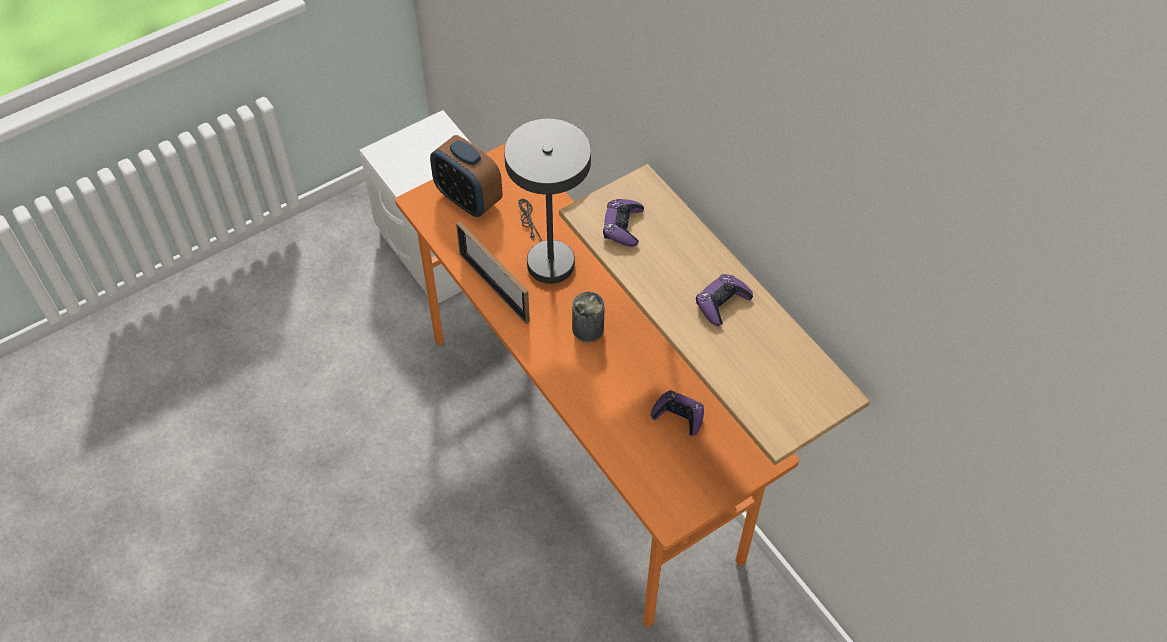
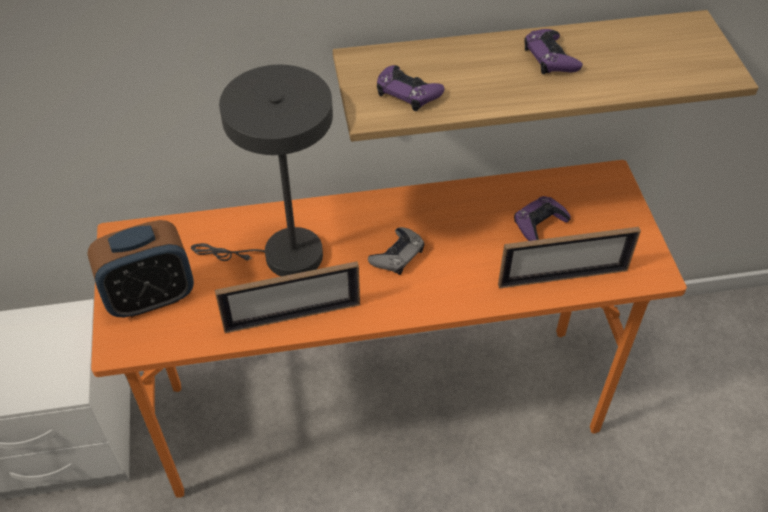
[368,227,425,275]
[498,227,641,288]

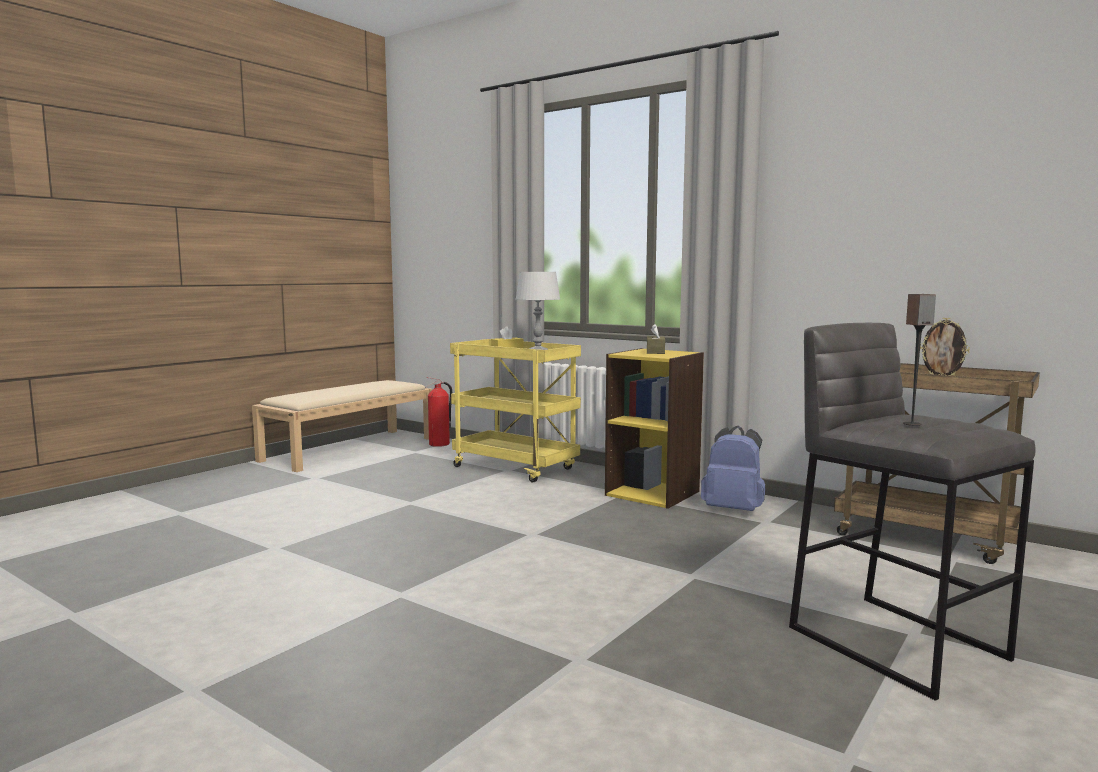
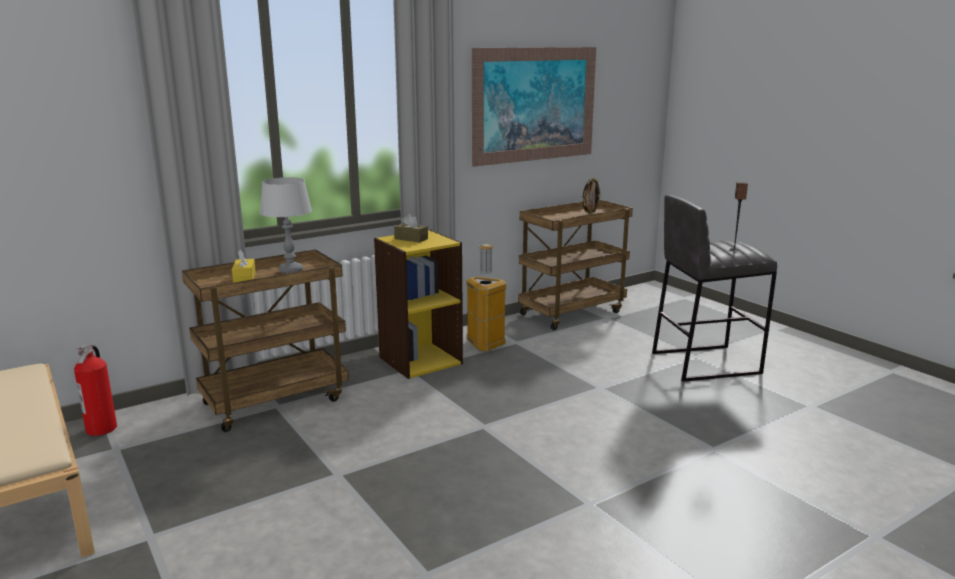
[182,250,349,432]
[466,244,506,352]
[472,47,596,167]

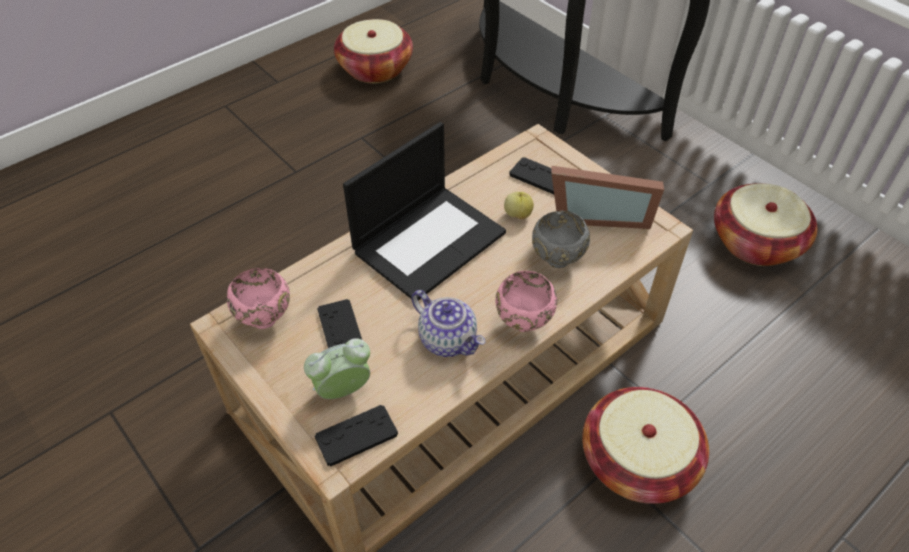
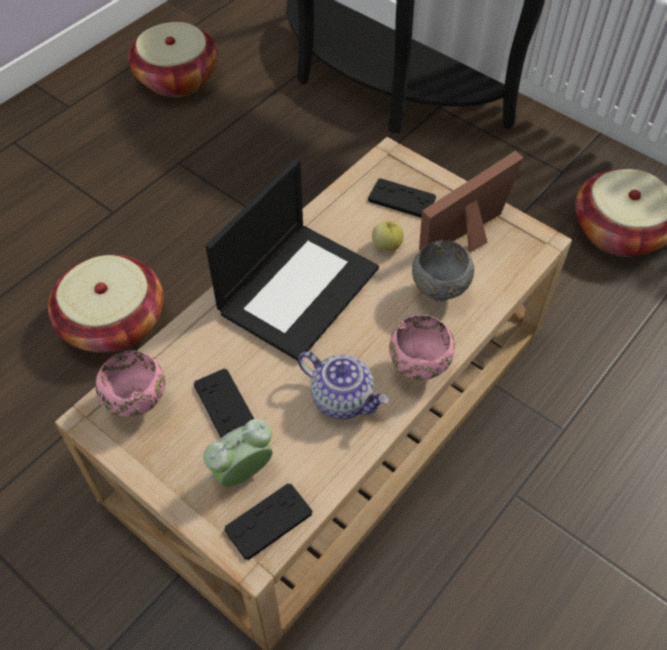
[419,151,524,252]
[48,255,164,353]

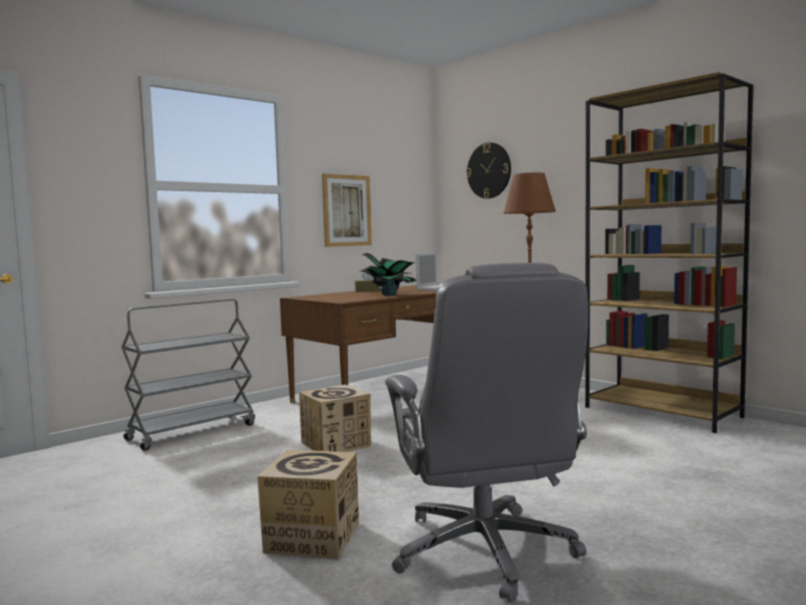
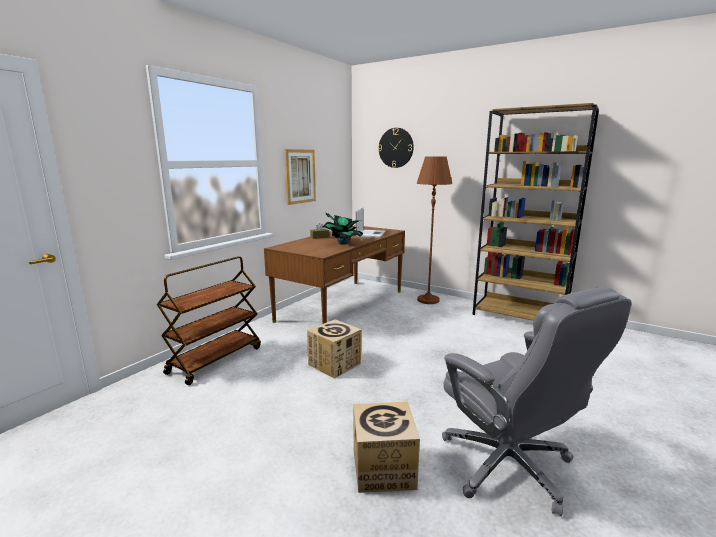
[157,256,261,385]

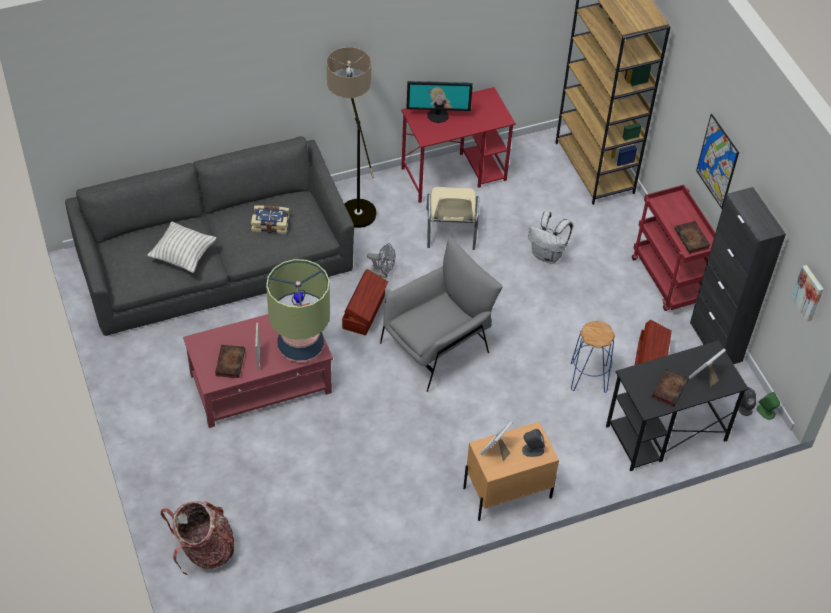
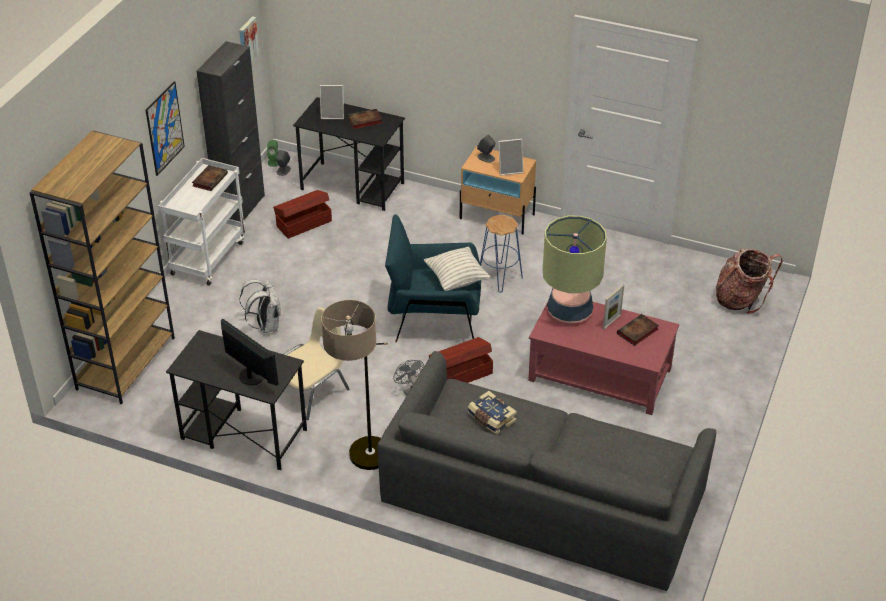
[166,330,307,470]
[158,158,246,286]
[424,247,491,291]
[385,215,481,343]
[480,215,523,293]

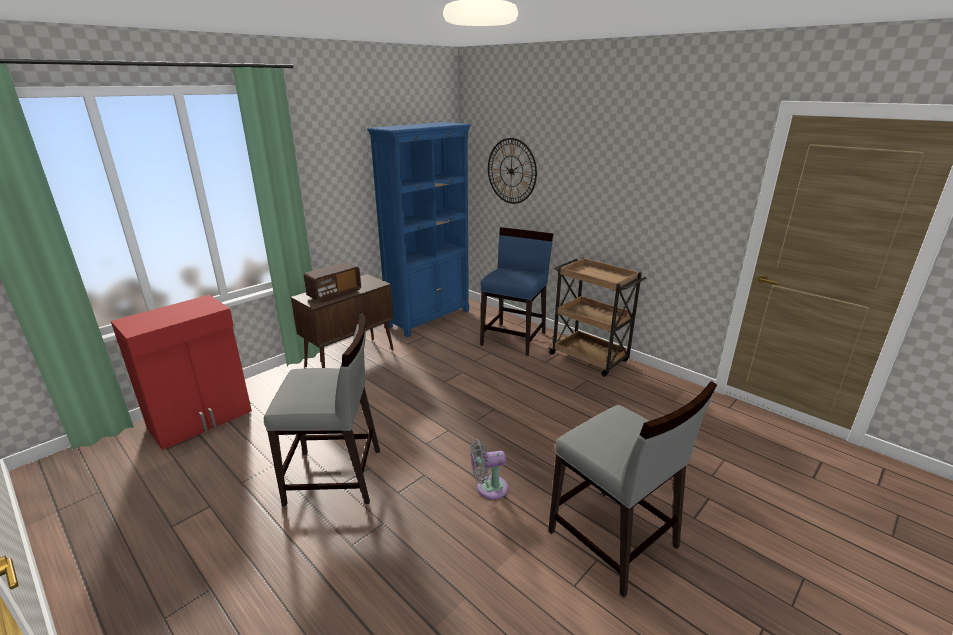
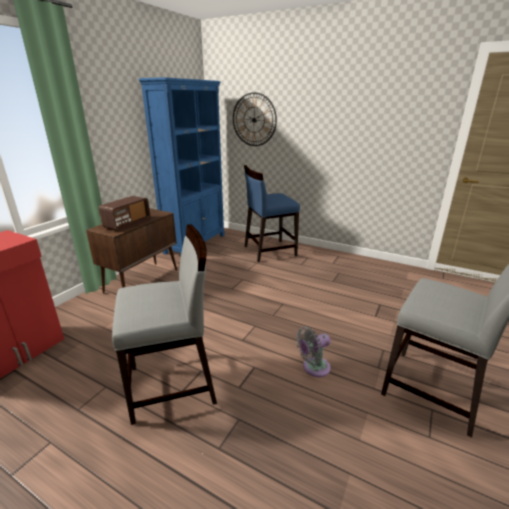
[244,165,300,262]
[548,257,646,377] (first image)

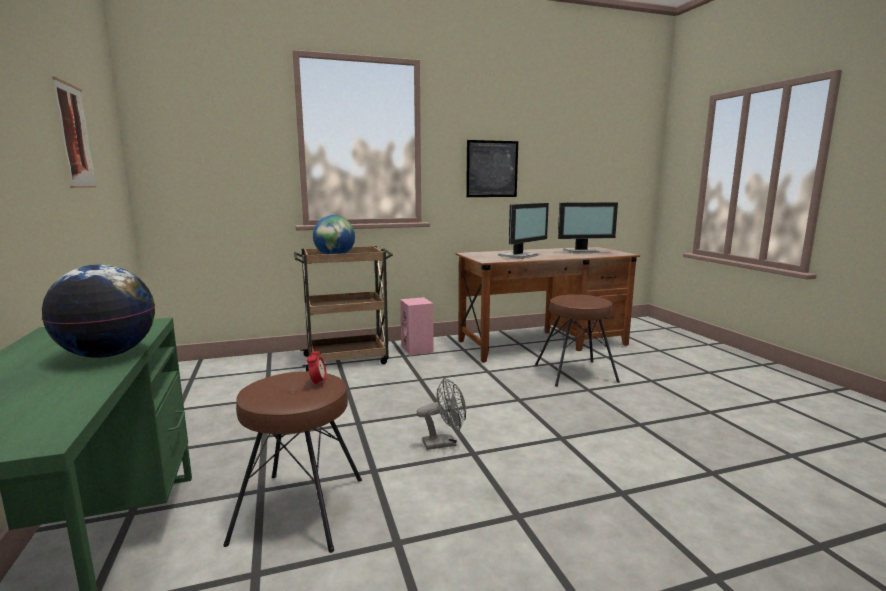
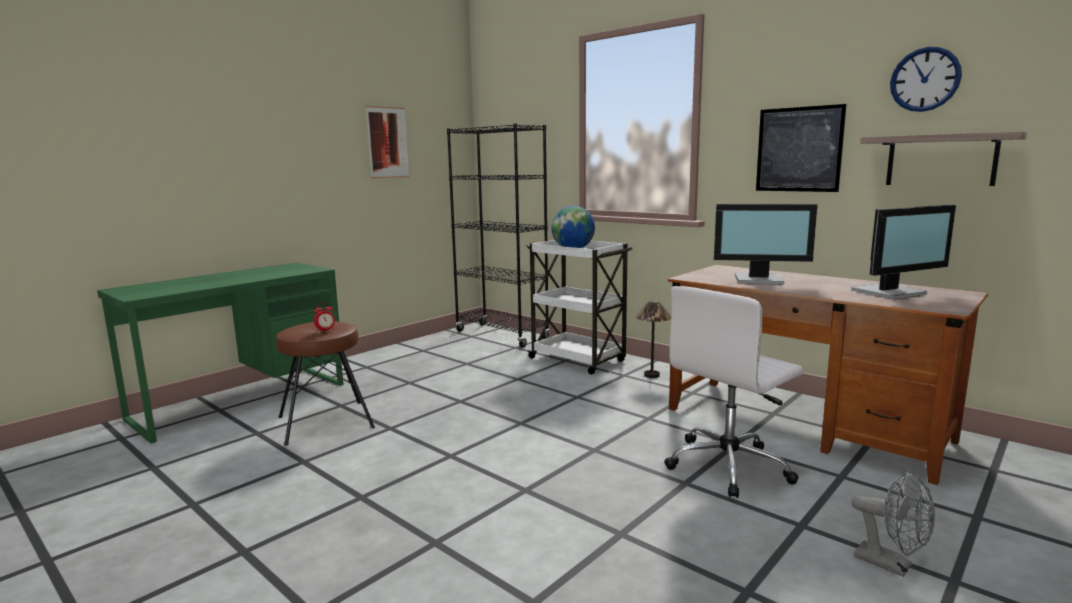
[851,205,956,299]
[526,240,632,375]
[42,264,155,358] (first image)
[664,286,803,498]
[636,300,671,378]
[852,471,935,577]
[890,47,962,112]
[447,124,550,348]
[860,131,1027,186]

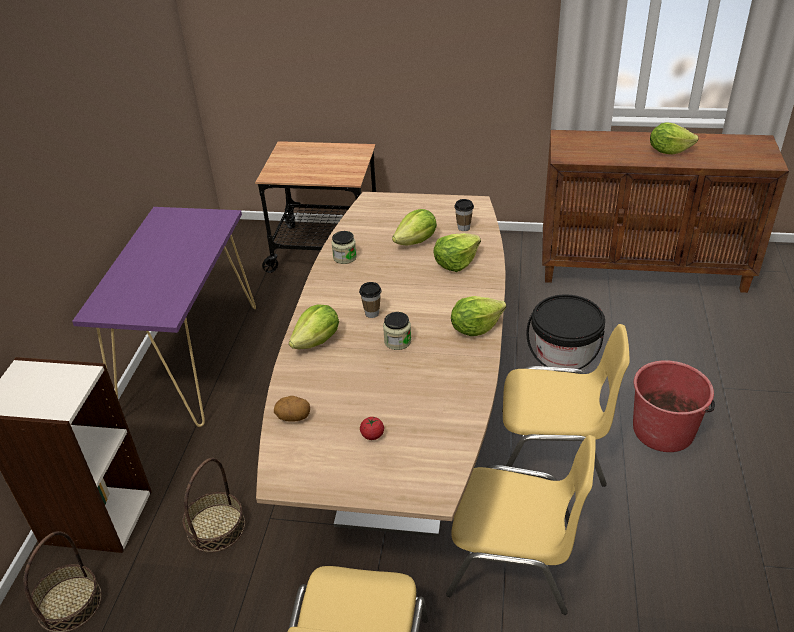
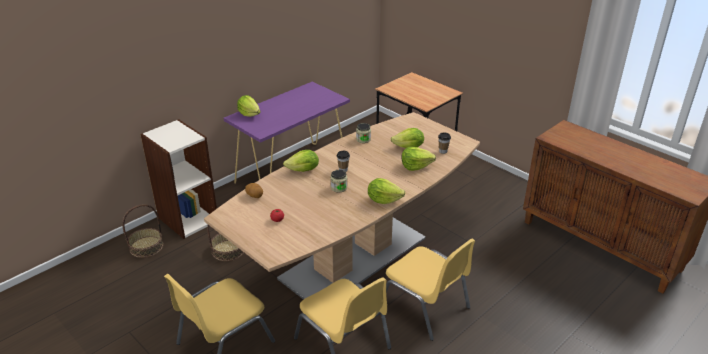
[237,95,261,117]
[527,294,605,371] (first image)
[633,360,715,452] (first image)

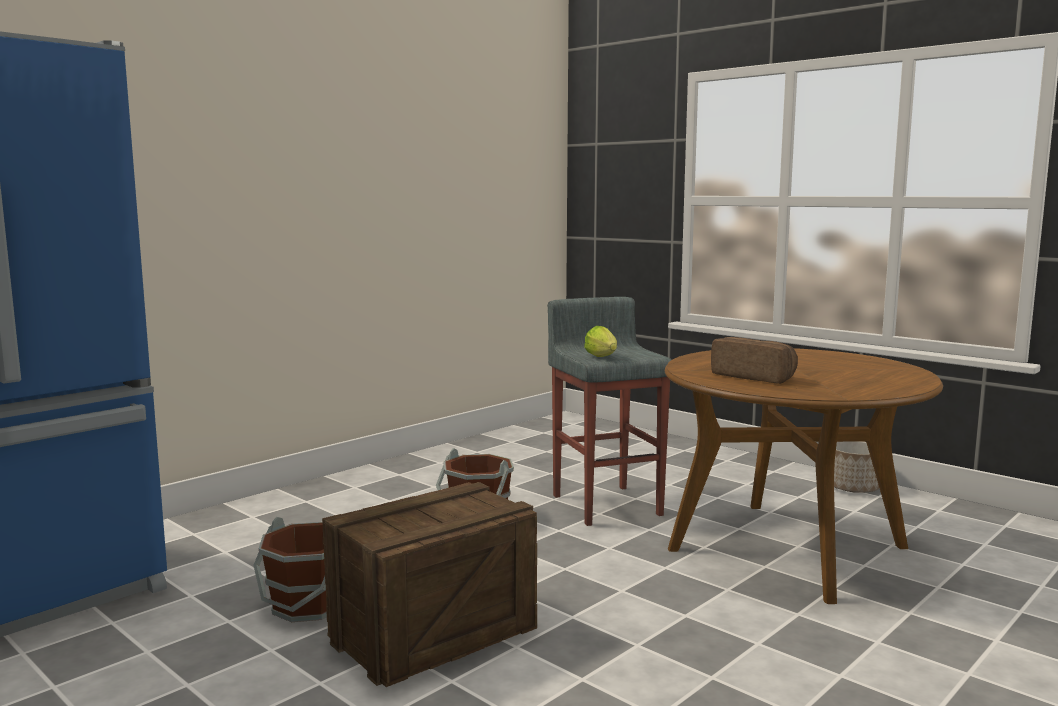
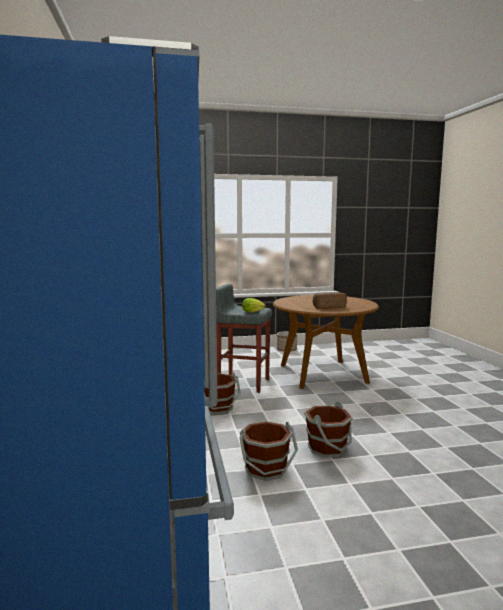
[304,401,353,458]

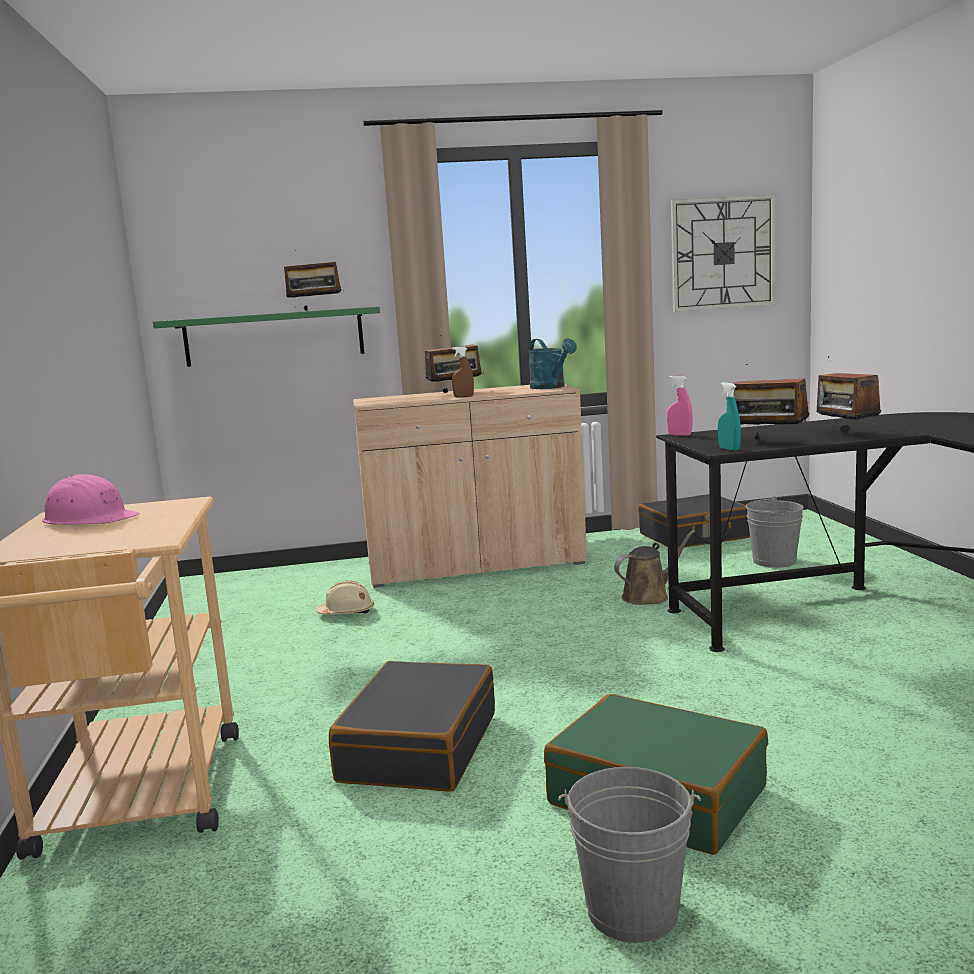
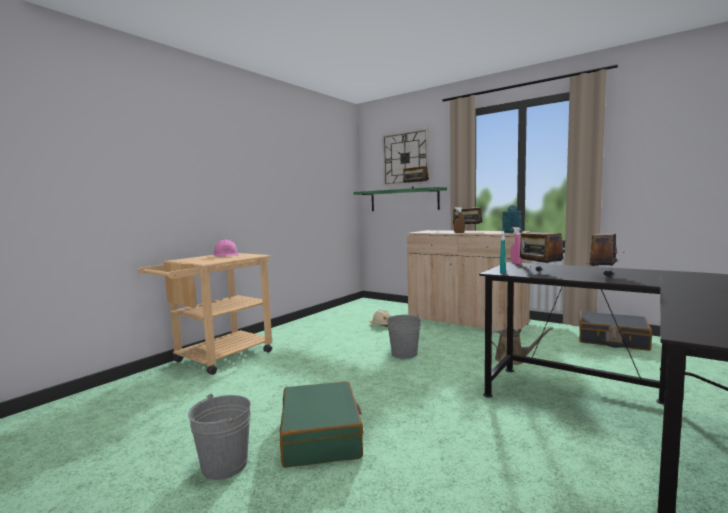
[382,128,429,186]
[386,315,421,359]
[329,661,495,792] (first image)

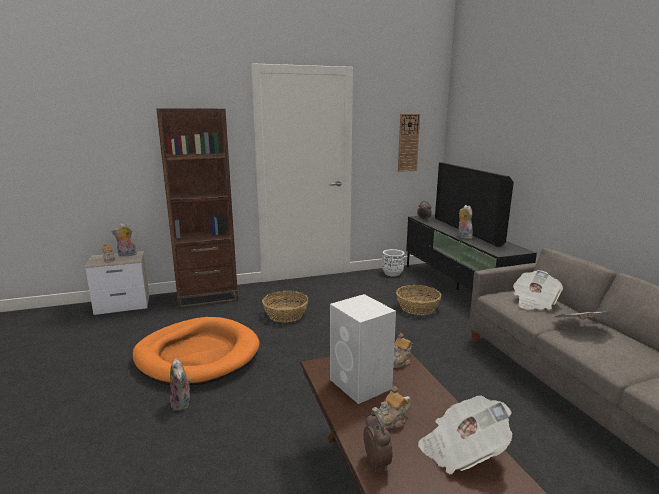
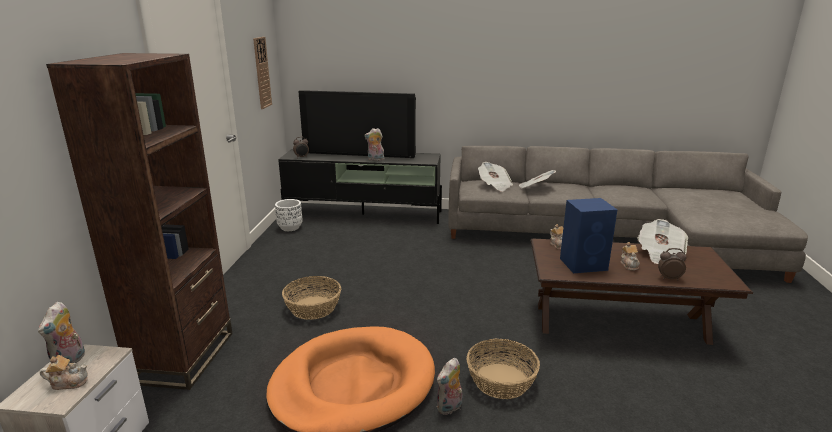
[466,338,540,399]
[560,198,617,273]
[437,358,463,415]

